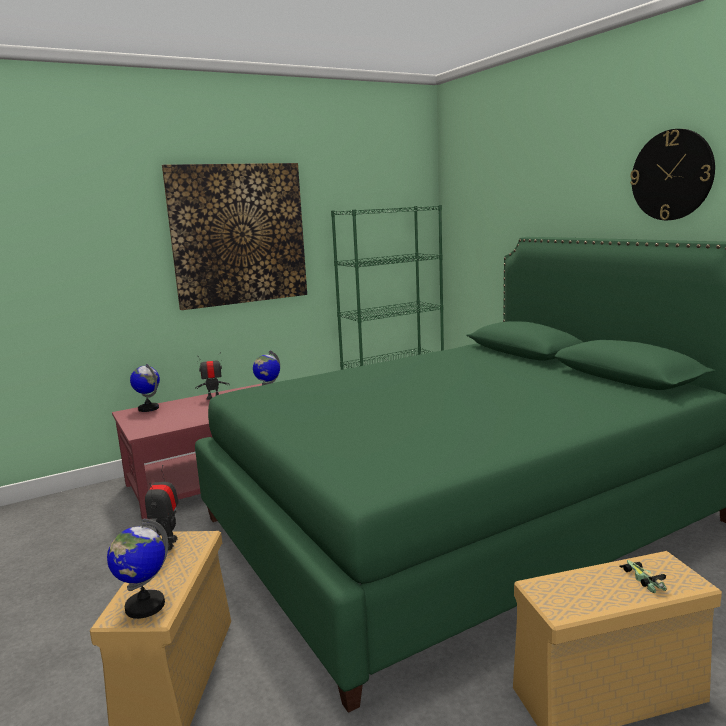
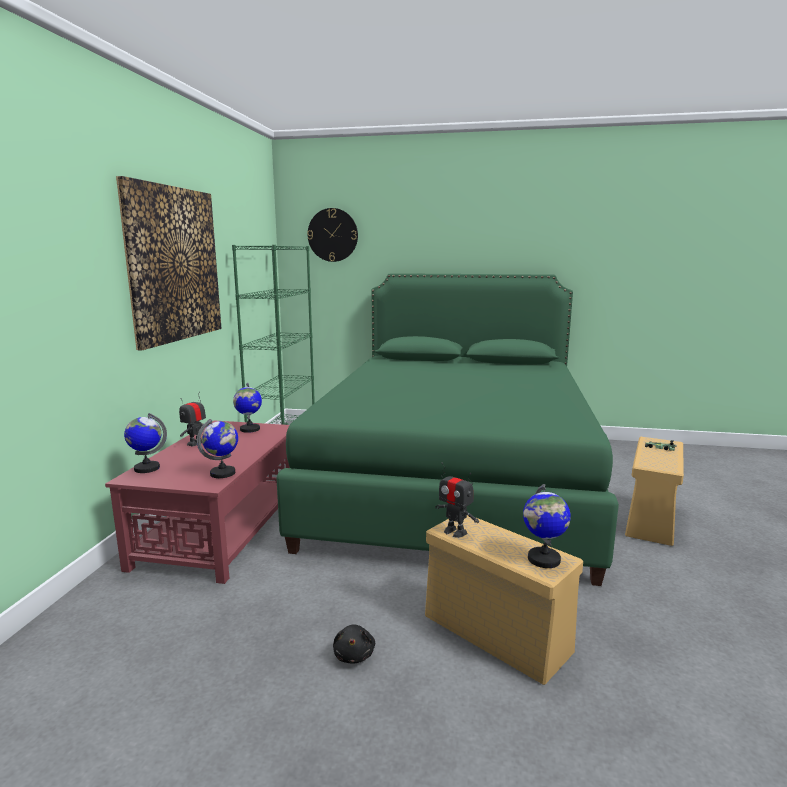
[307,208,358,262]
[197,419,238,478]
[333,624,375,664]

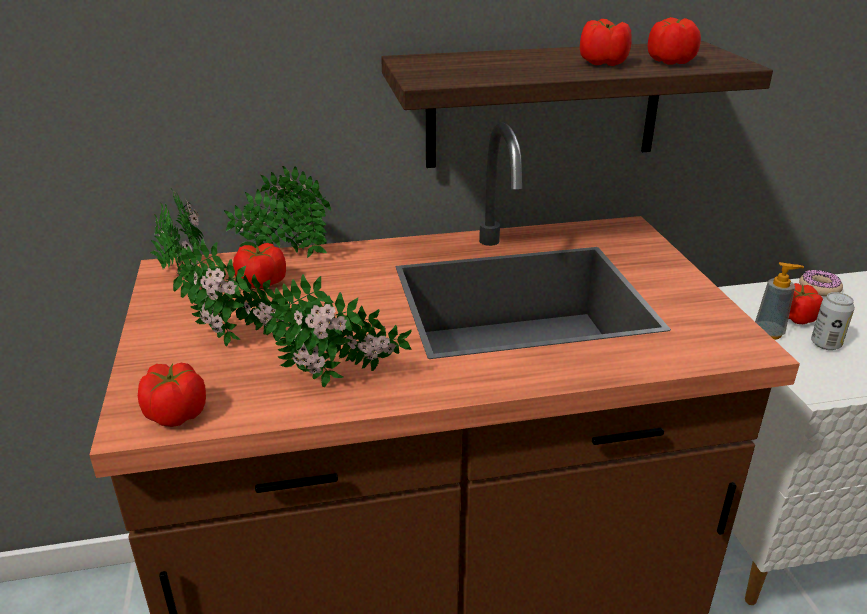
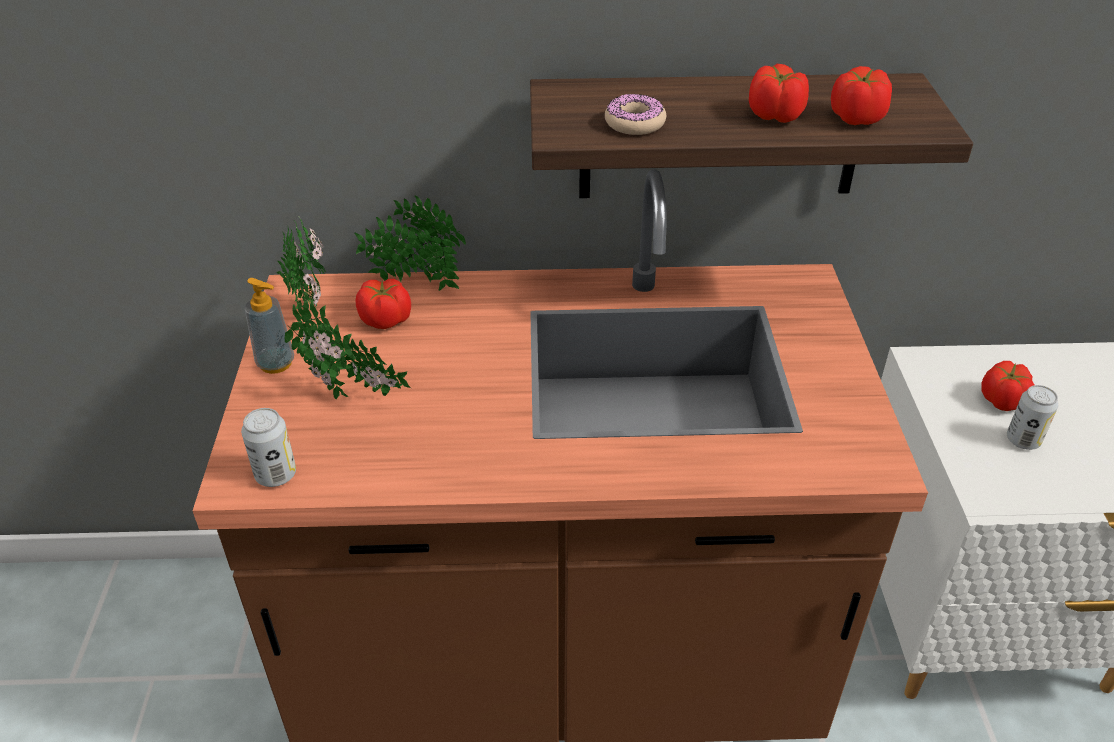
[245,278,294,374]
[605,94,666,135]
[266,274,412,387] (first image)
[241,408,296,487]

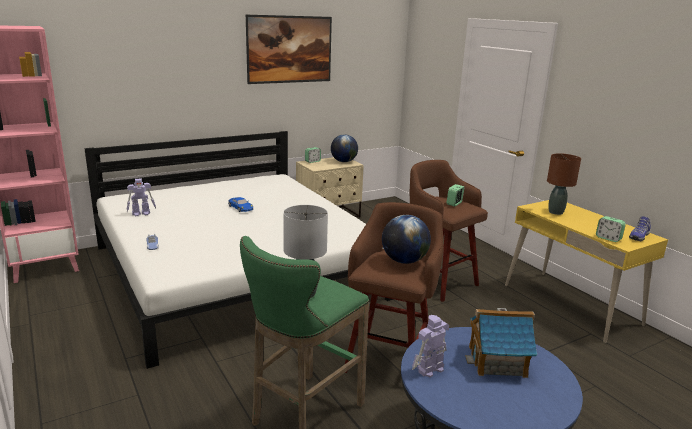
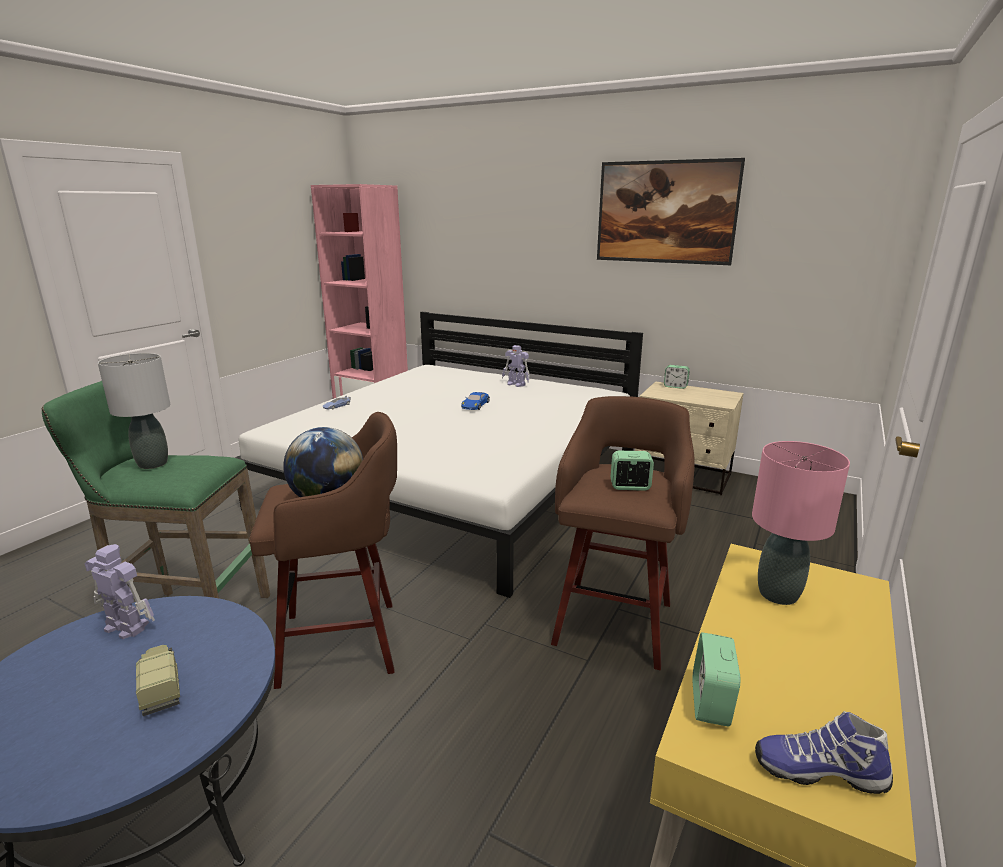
[331,134,358,162] (first image)
[752,441,850,605]
[502,345,530,387]
[136,645,180,716]

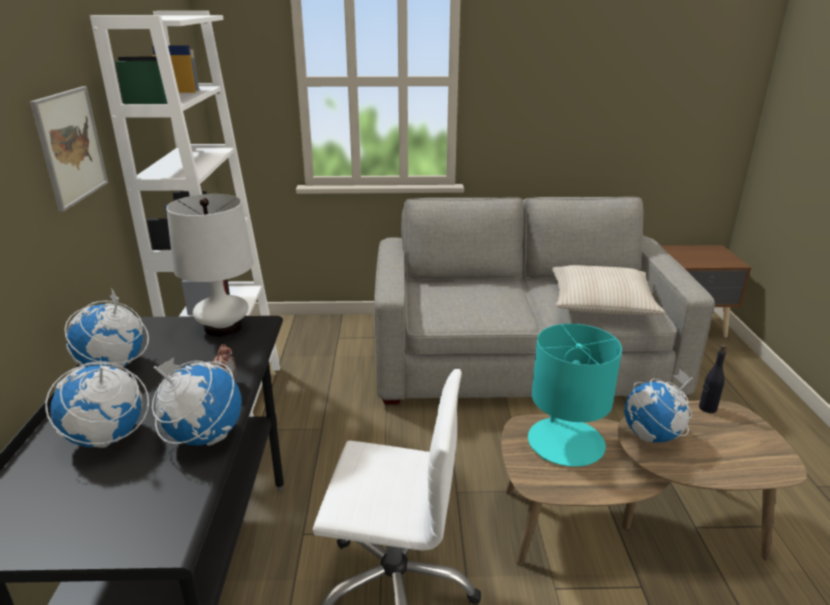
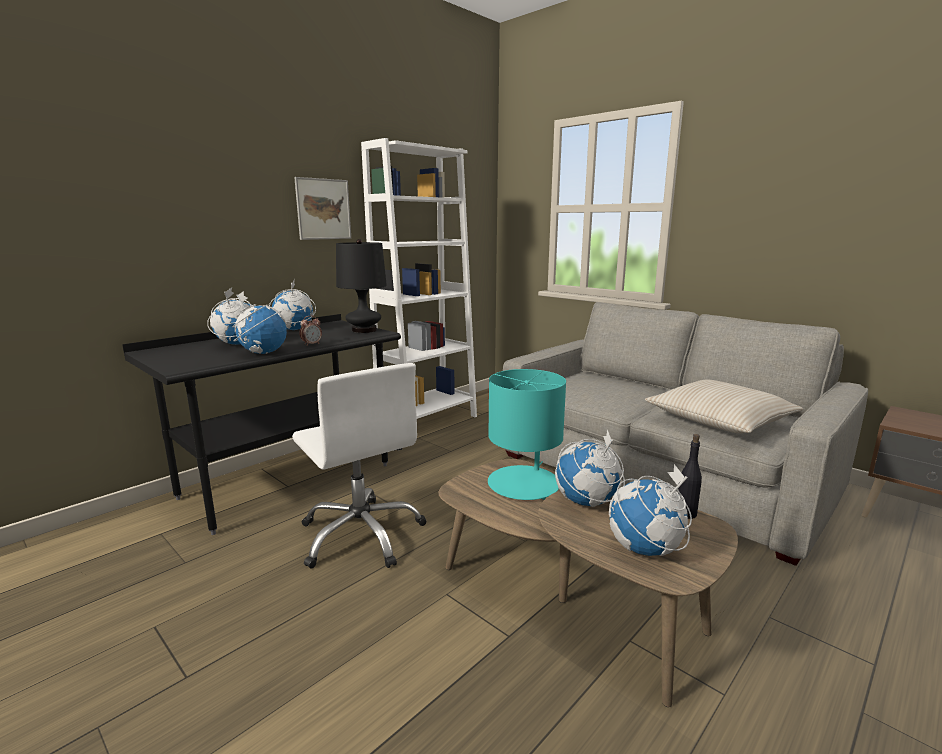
[336,239,387,333]
[609,464,692,556]

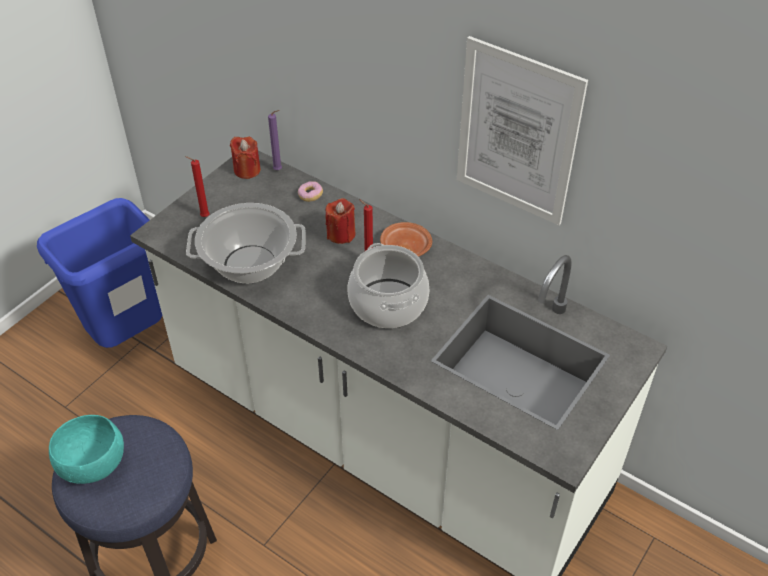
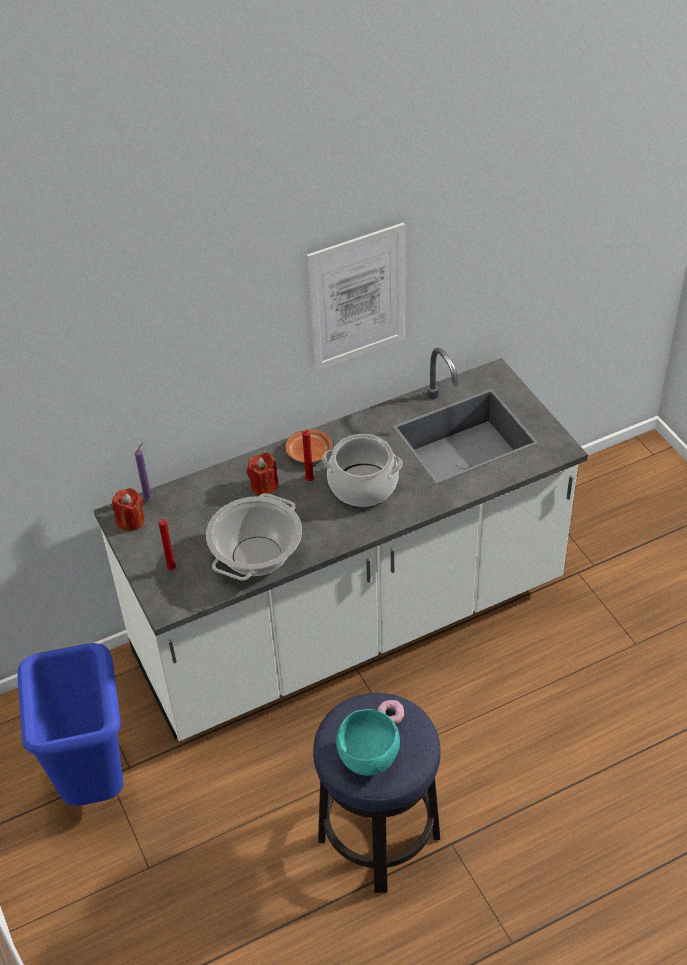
[377,700,404,725]

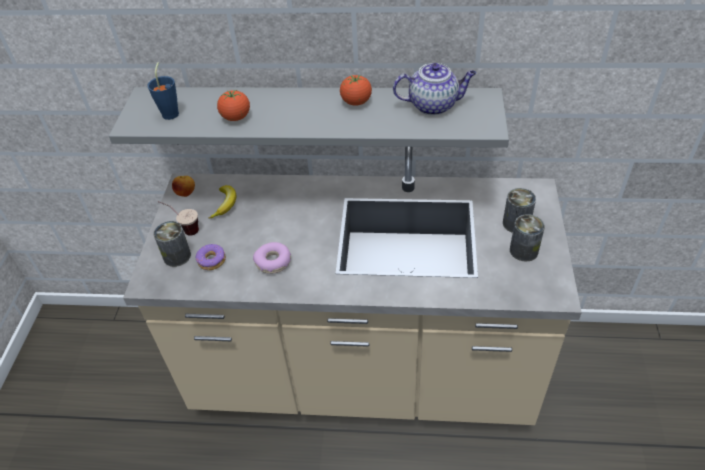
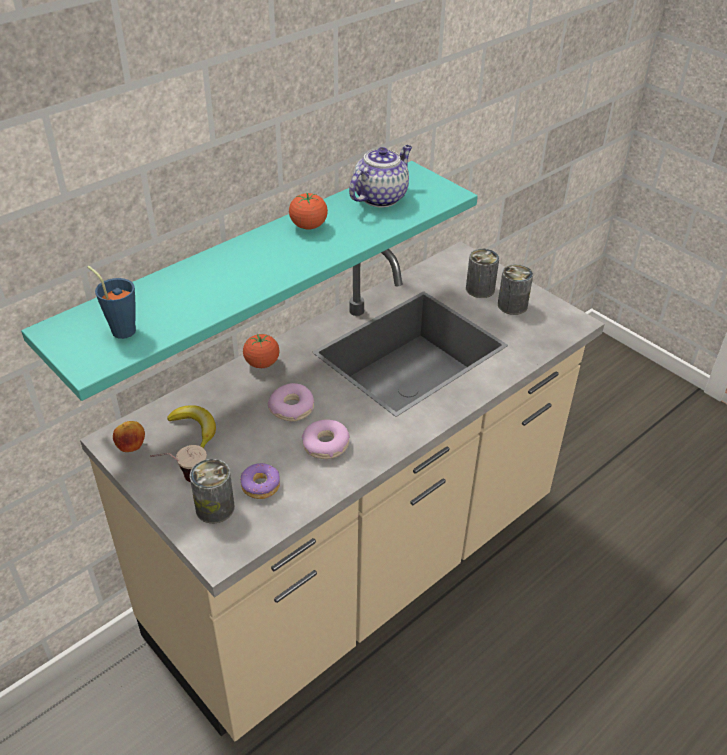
[21,161,478,401]
[243,334,280,368]
[268,383,314,421]

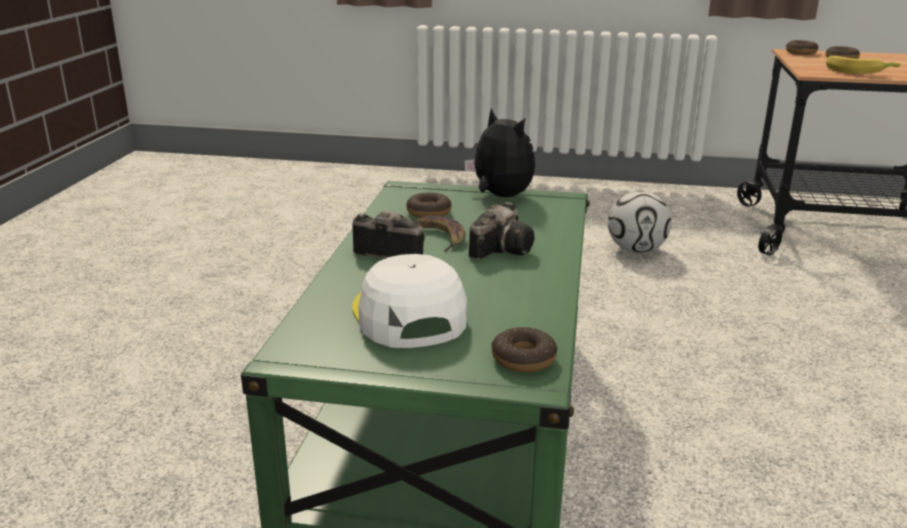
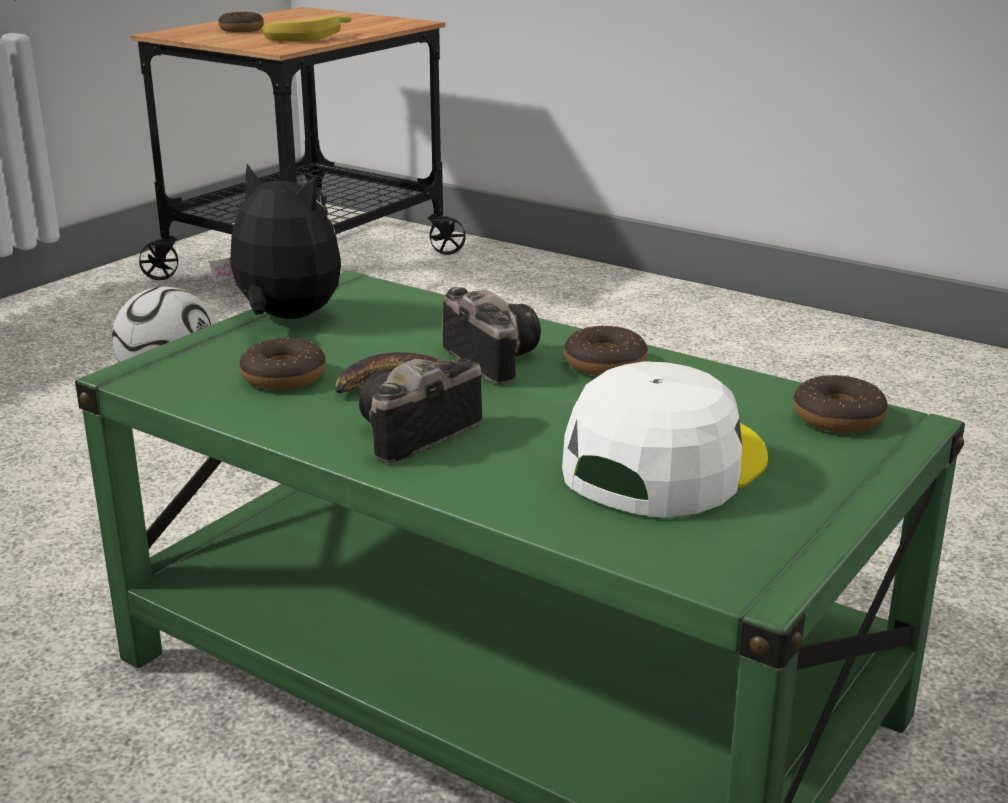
[564,325,648,376]
[209,164,341,319]
[562,361,768,518]

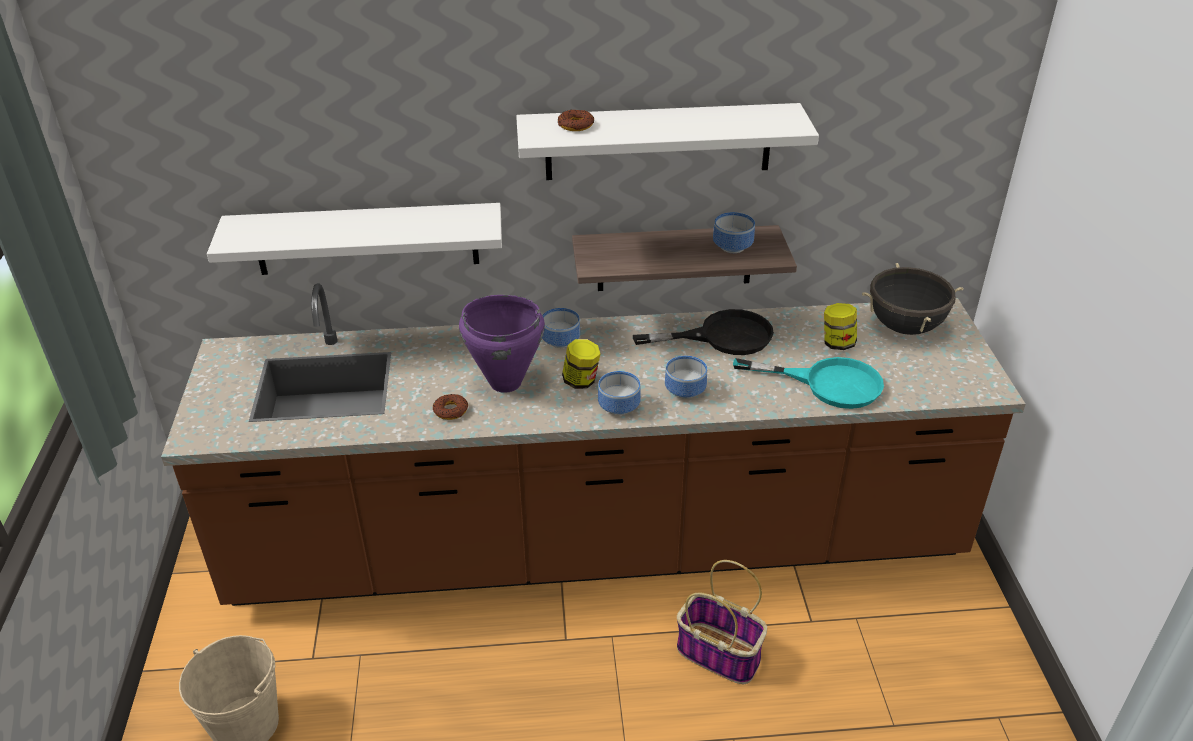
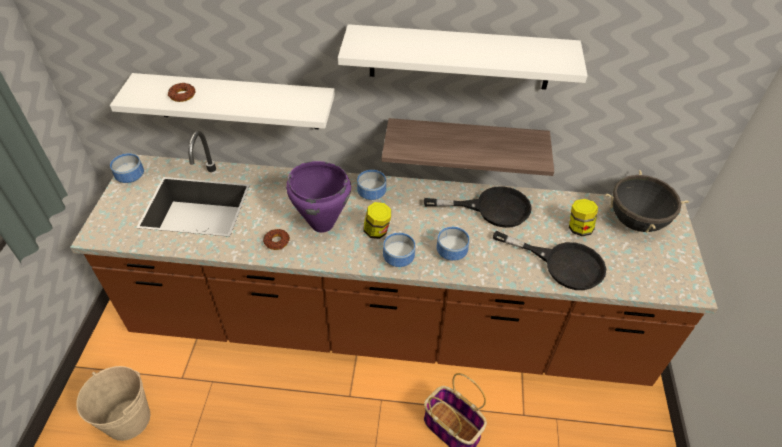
[168,83,195,102]
[110,153,144,183]
[493,231,606,290]

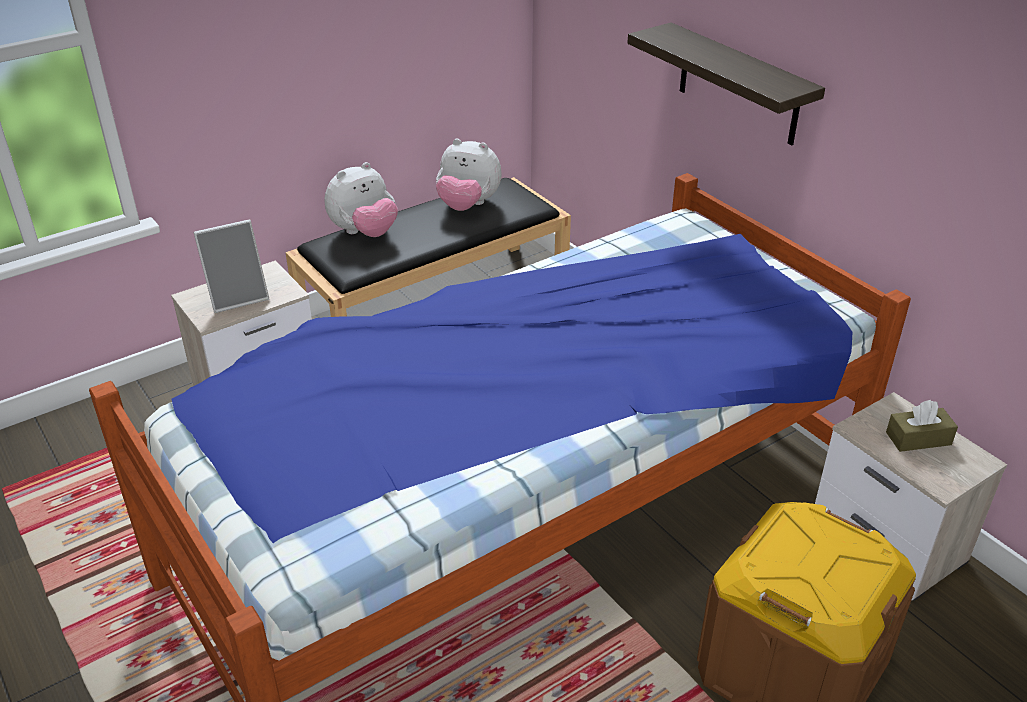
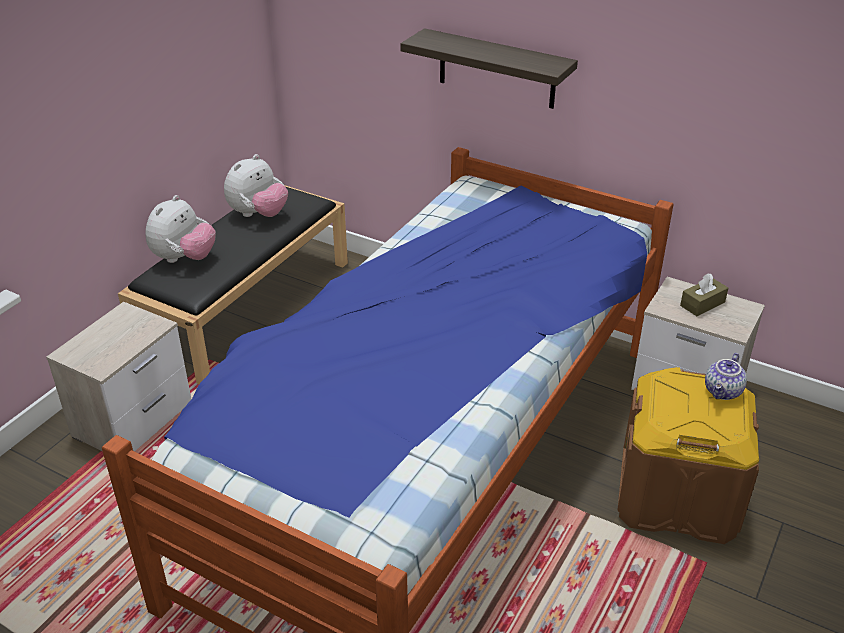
[224,154,288,217]
[193,219,269,313] (first image)
[705,353,747,400]

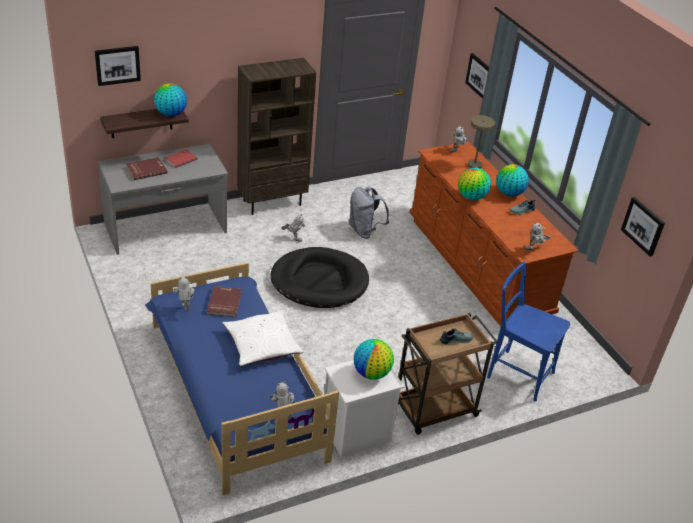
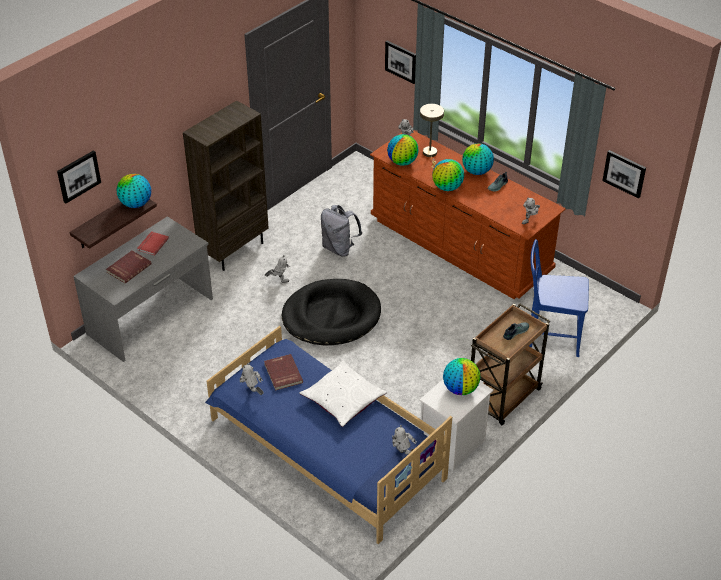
[387,134,419,166]

